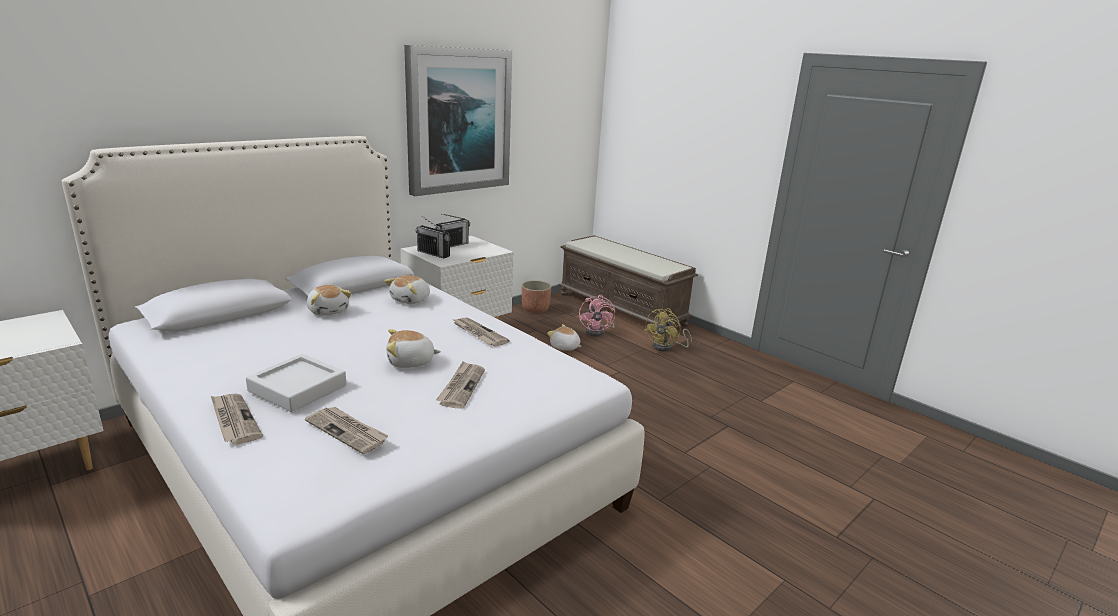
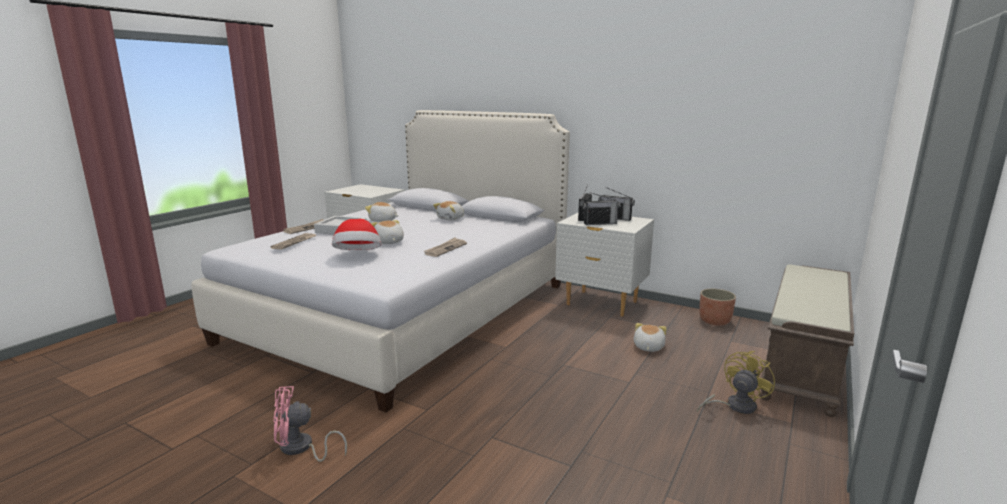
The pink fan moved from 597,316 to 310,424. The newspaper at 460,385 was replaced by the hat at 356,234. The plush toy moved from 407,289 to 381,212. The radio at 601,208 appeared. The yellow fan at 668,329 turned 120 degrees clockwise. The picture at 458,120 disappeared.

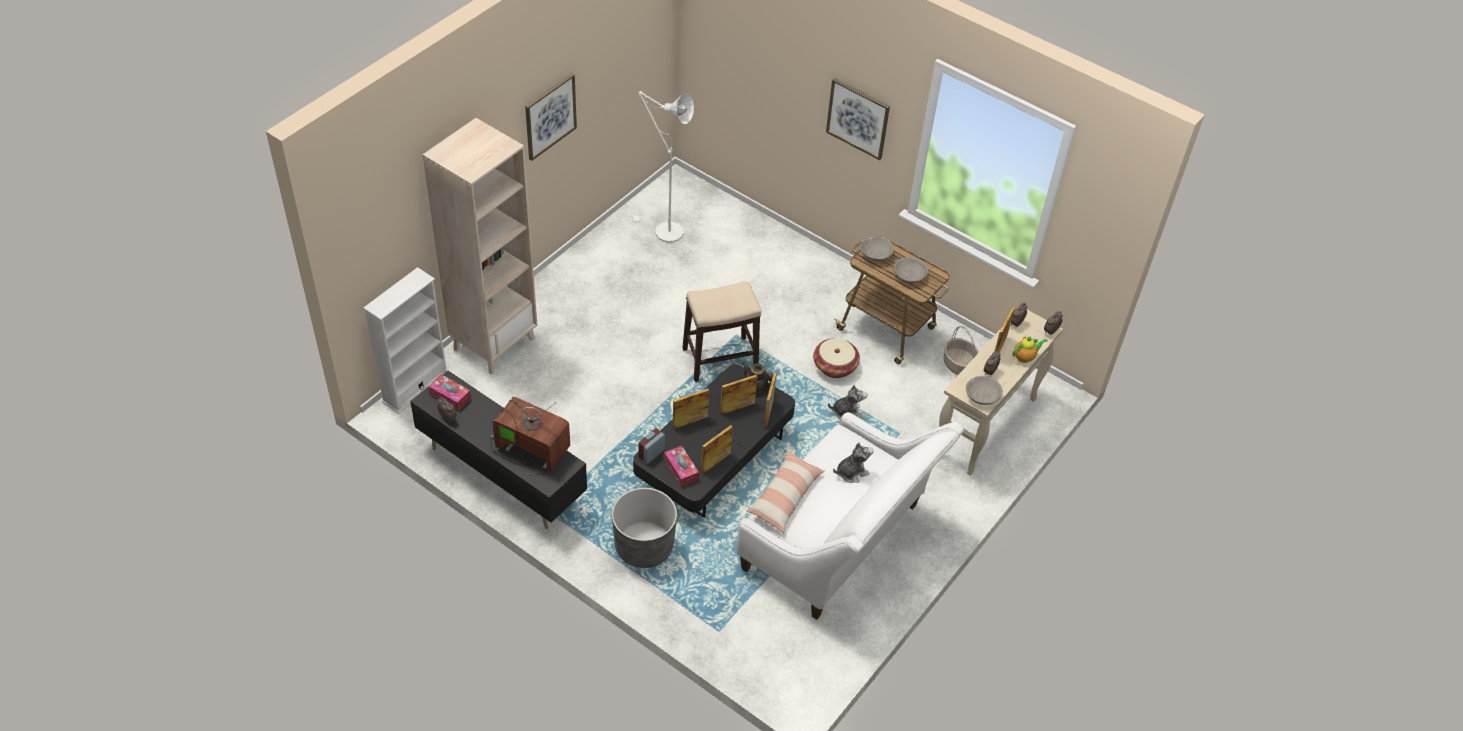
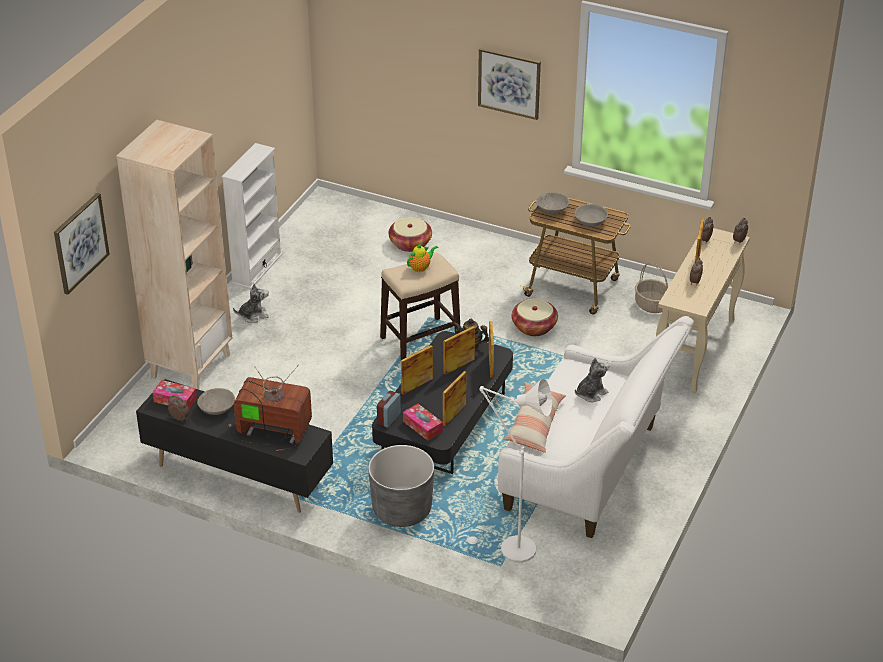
The picture moved from 551,117 to 82,244. The grey bowl moved from 984,390 to 216,401. The white bookcase moved from 405,340 to 252,216. The plush toy moved from 847,402 to 251,303. The basket at 410,234 appeared. The teapot moved from 1030,349 to 422,258. The white floor lamp moved from 661,167 to 509,471.

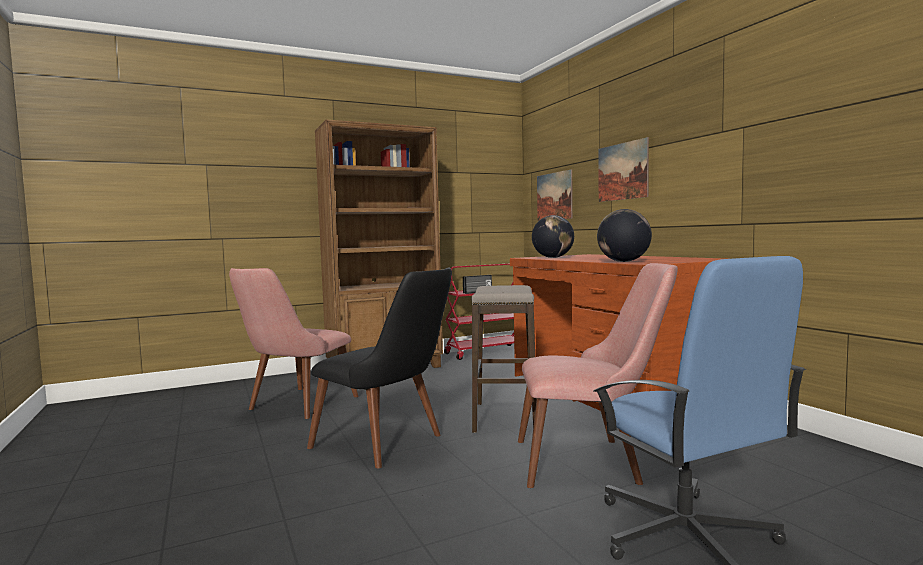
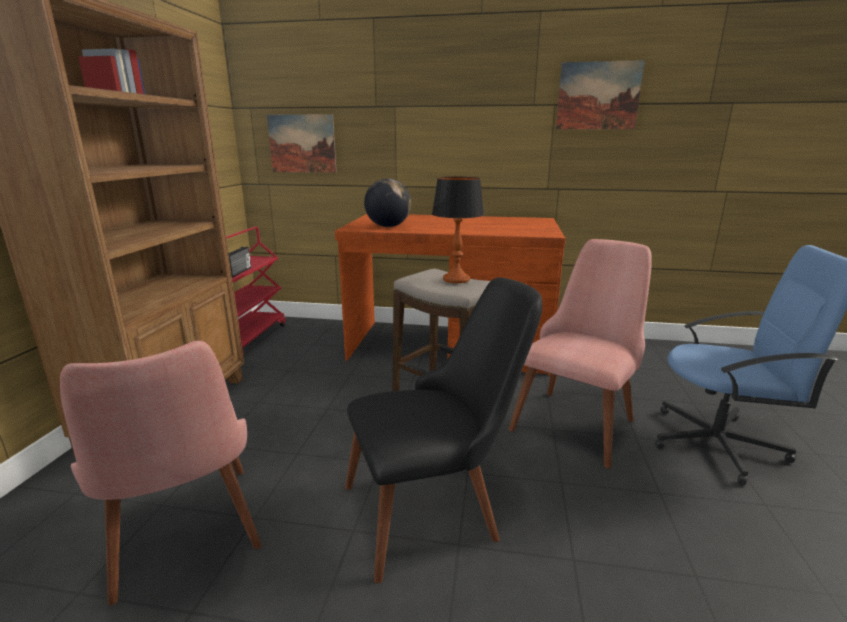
The table lamp at 458,230 appeared. The picture moved from 623,169 to 600,94. The globe at 624,235 disappeared.

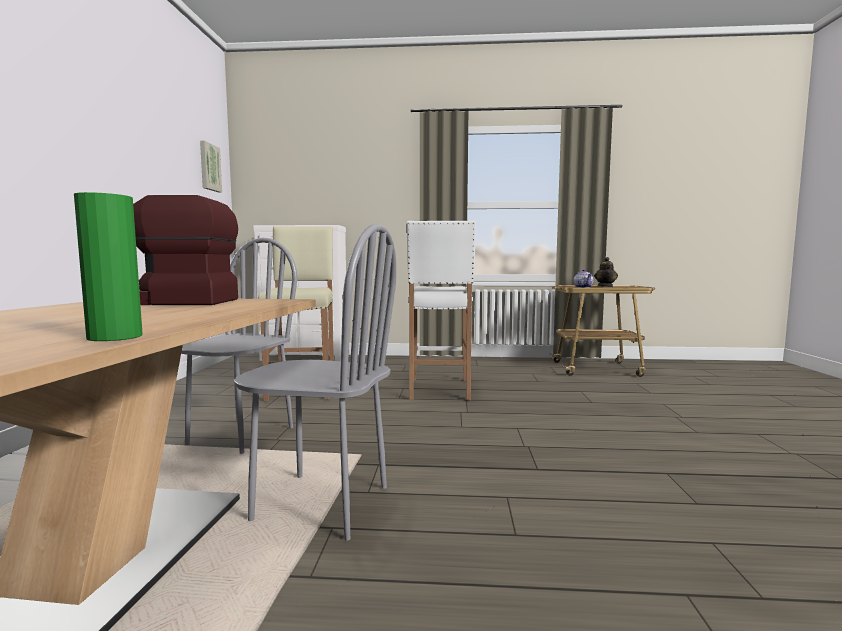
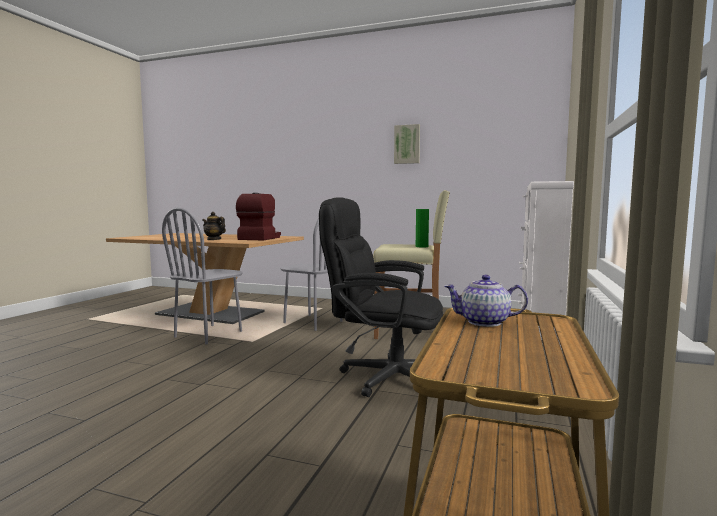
The teapot moved from 606,272 to 214,226. The white stool at 441,310 was replaced by the black office chair at 384,297. The picture moved from 211,166 to 407,144. The green vase moved from 108,266 to 422,228.

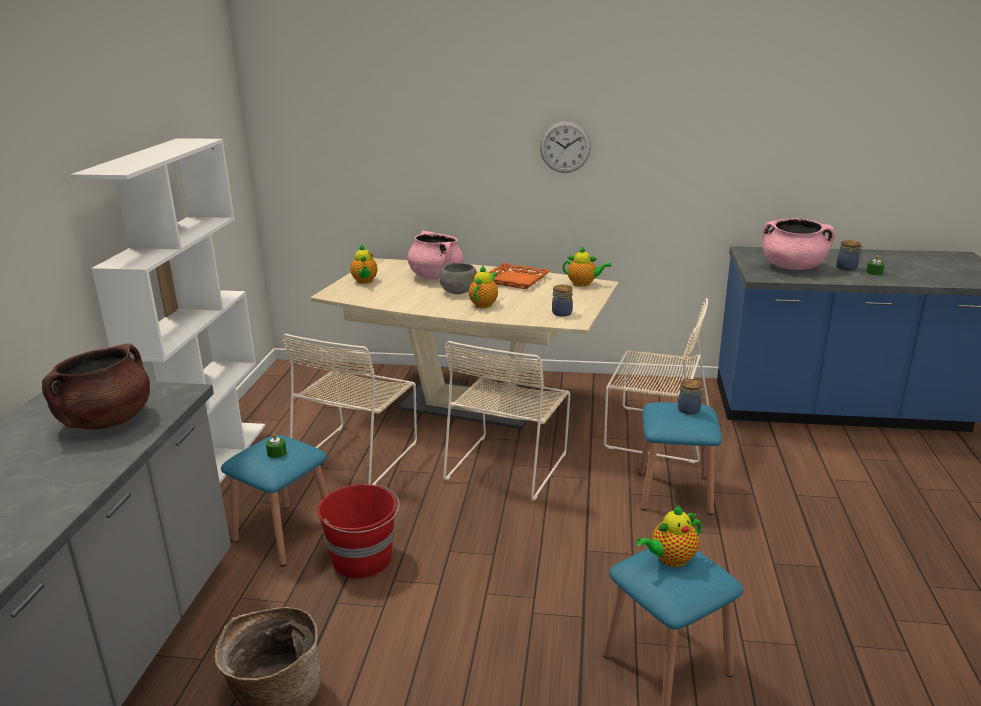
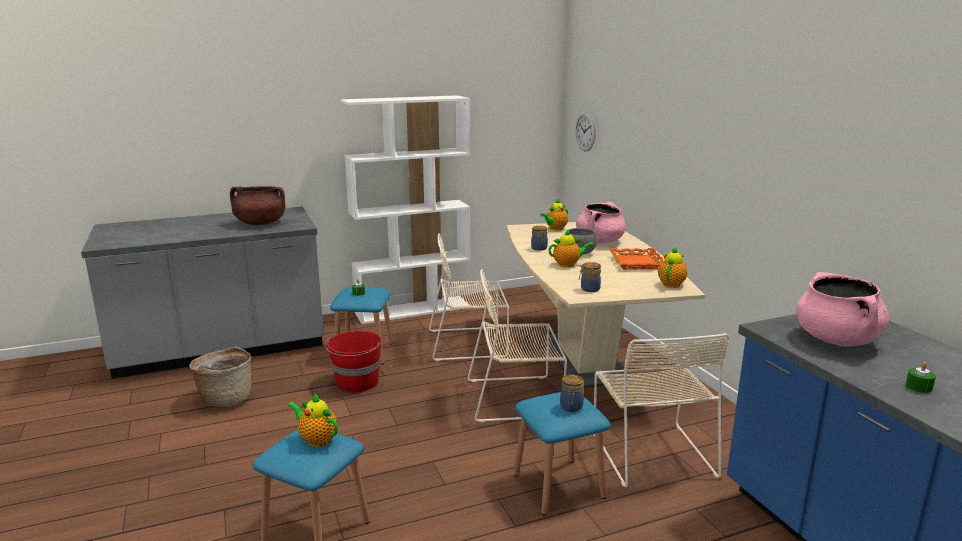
The jar moved from 850,255 to 539,238. The wall clock moved from 565,147 to 585,132. The teapot at 587,266 turned 135 degrees counterclockwise.

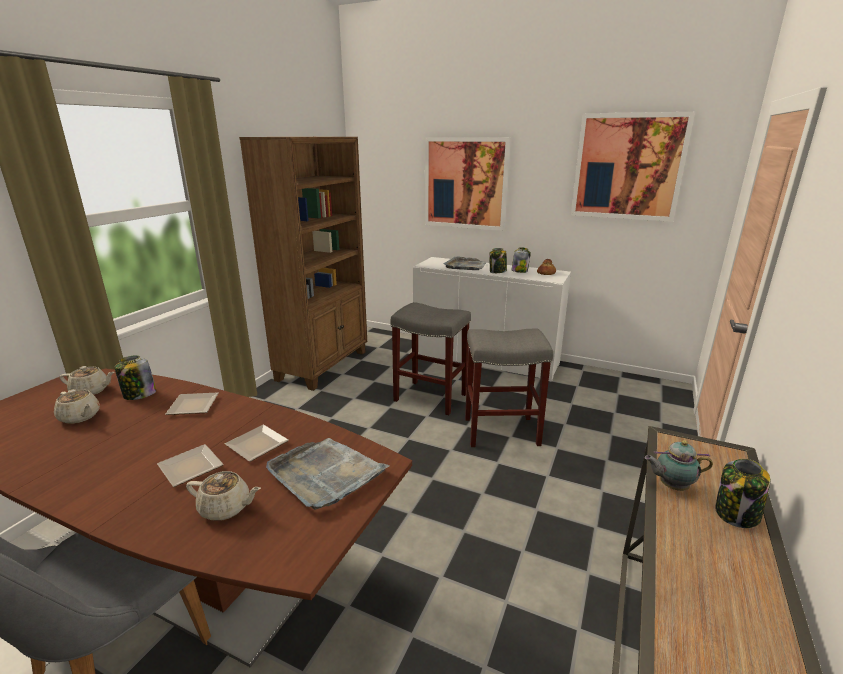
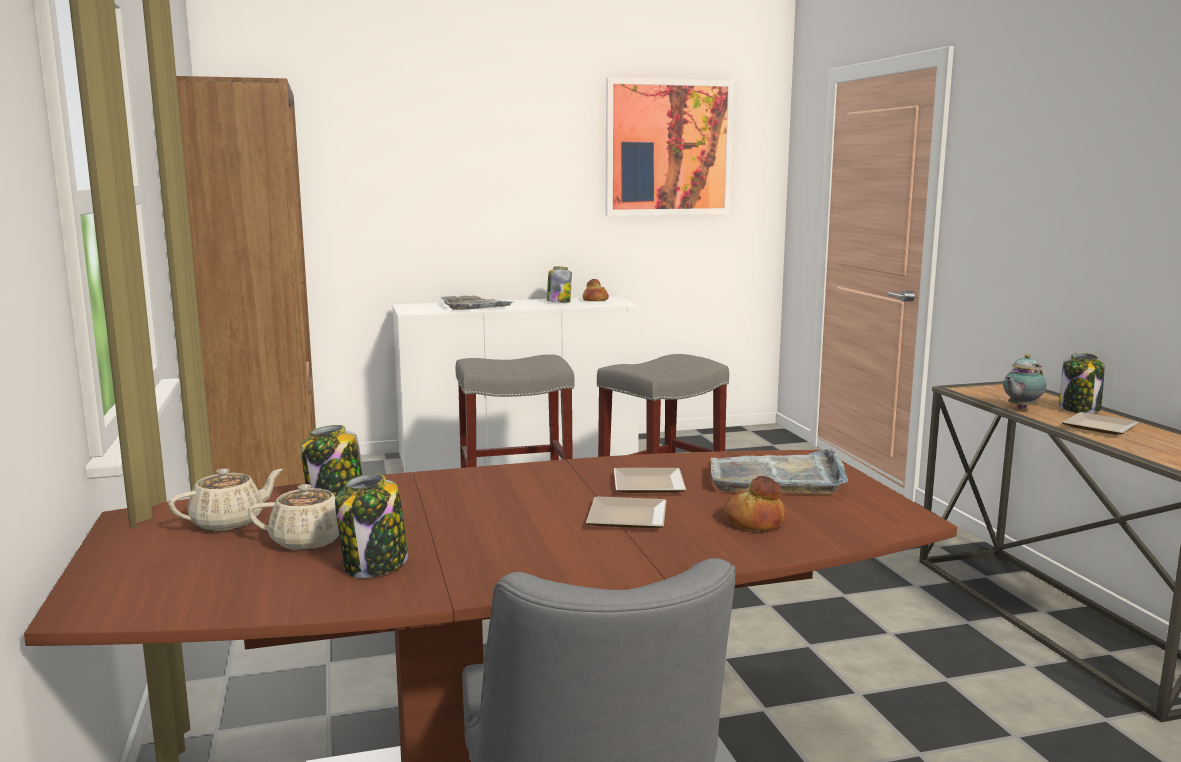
The jar moved from 498,260 to 371,525. The beige teapot at 223,496 was replaced by the bread at 755,503. The plate moved from 191,403 to 1101,423. The picture at 468,184 disappeared.

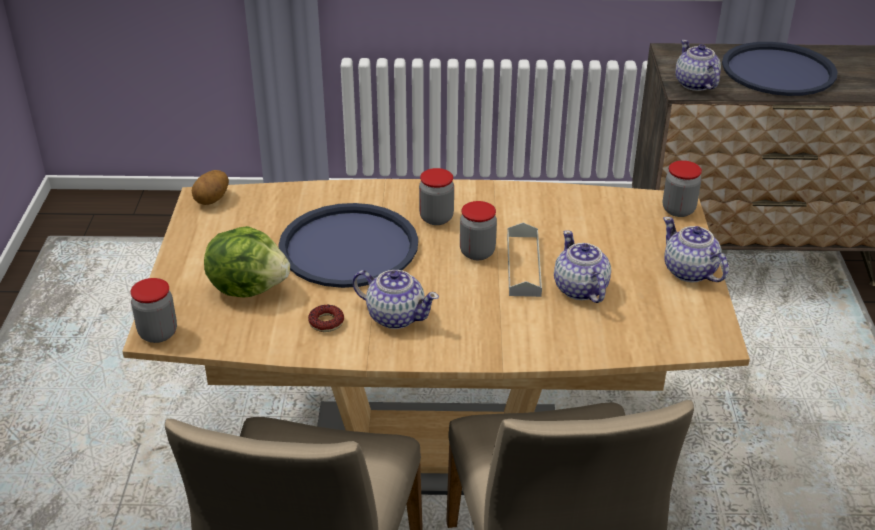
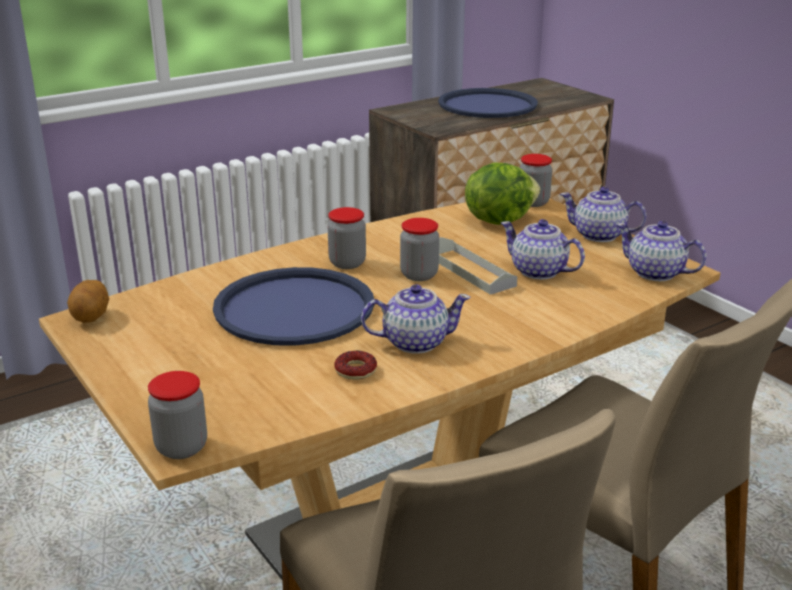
The lettuce moved from 247,262 to 502,193. The teapot moved from 698,65 to 661,251.

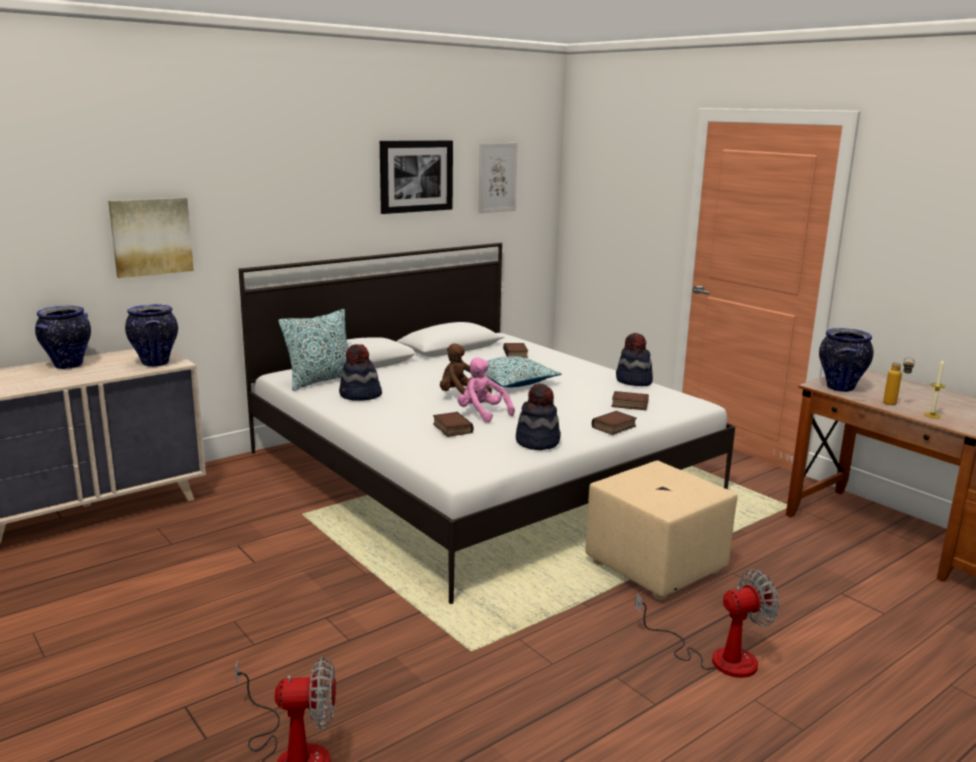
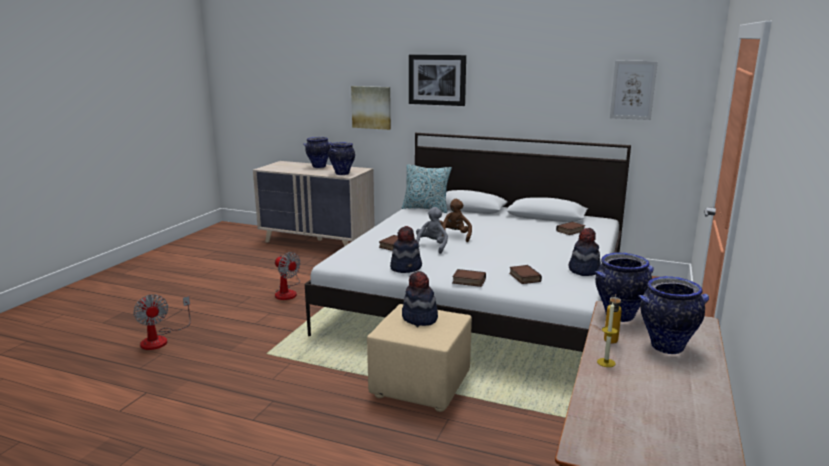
The fan moved from 707,623 to 288,276. The hat moved from 360,372 to 420,298. The picture moved from 416,177 to 437,80. The pink plush toy at 486,390 became the grey plush toy at 432,230. The vase at 673,315 appeared. The pillow at 513,371 disappeared.

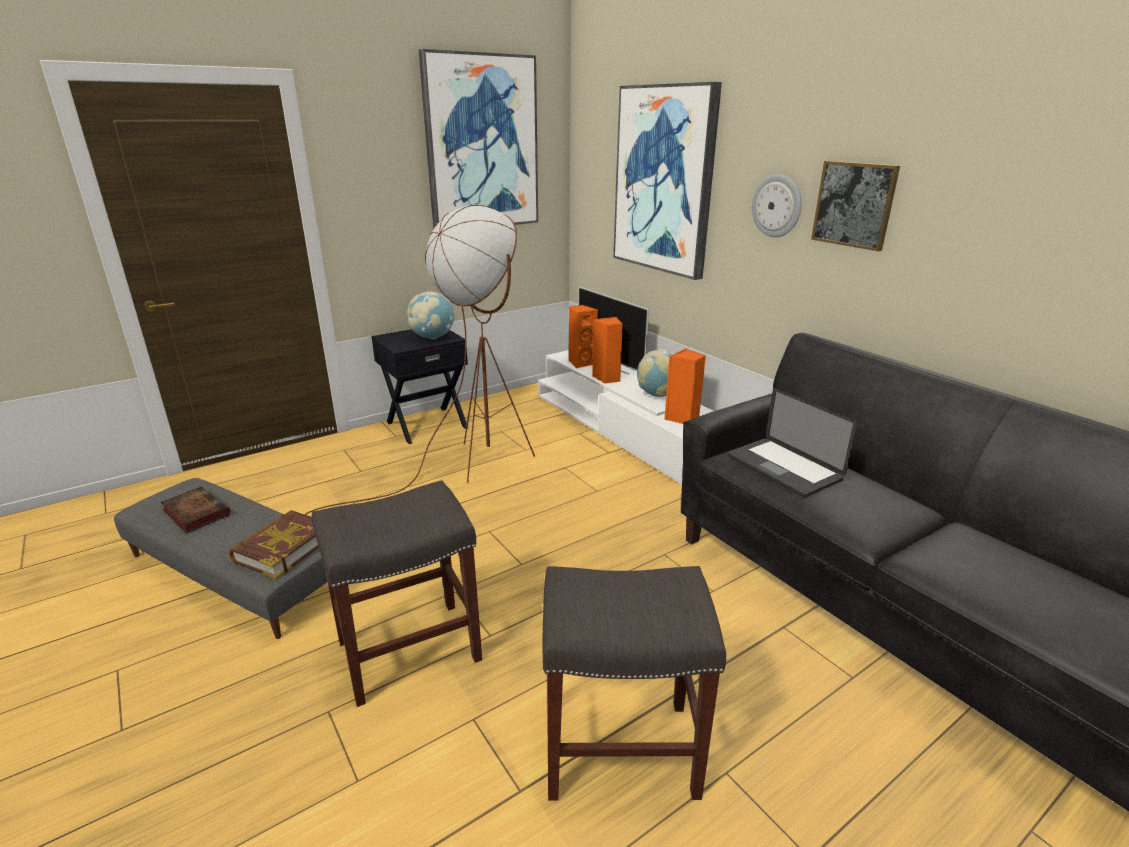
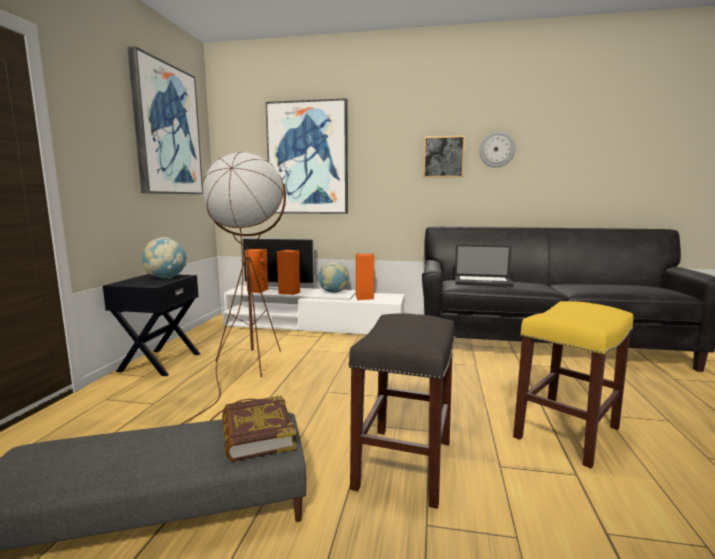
The wall clock moved from 776,205 to 497,149. The grey stool at 634,683 became the yellow stool at 573,384. The book at 195,509 disappeared.

